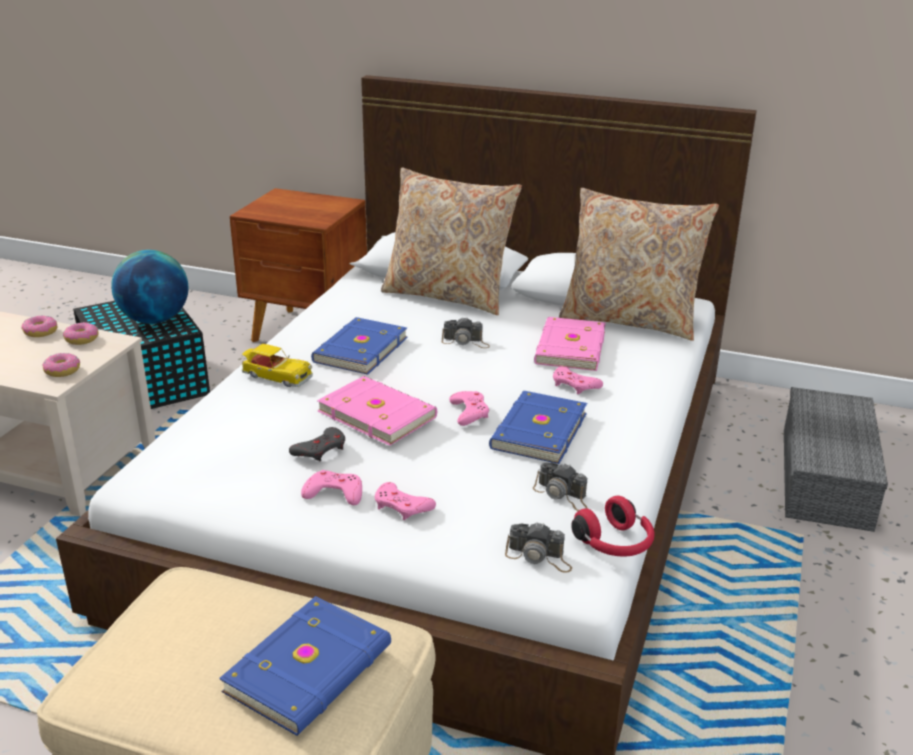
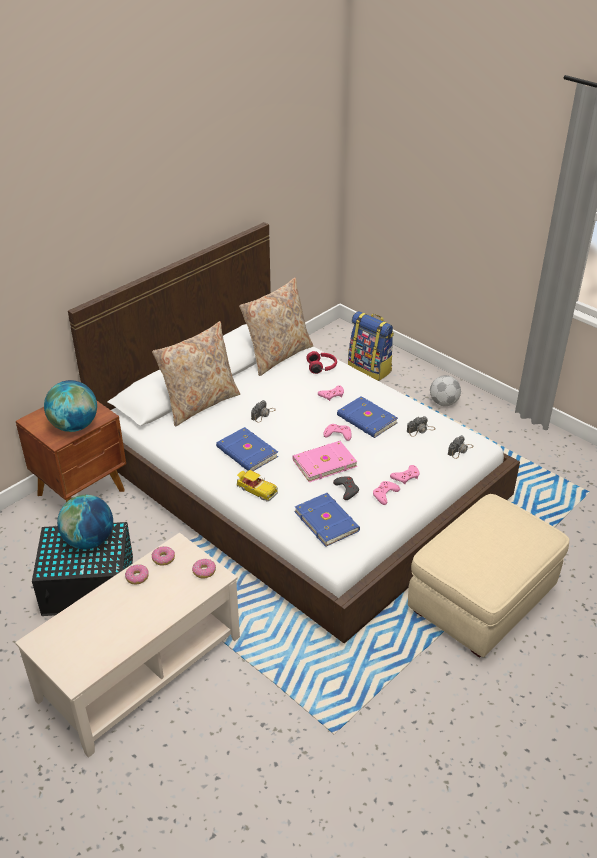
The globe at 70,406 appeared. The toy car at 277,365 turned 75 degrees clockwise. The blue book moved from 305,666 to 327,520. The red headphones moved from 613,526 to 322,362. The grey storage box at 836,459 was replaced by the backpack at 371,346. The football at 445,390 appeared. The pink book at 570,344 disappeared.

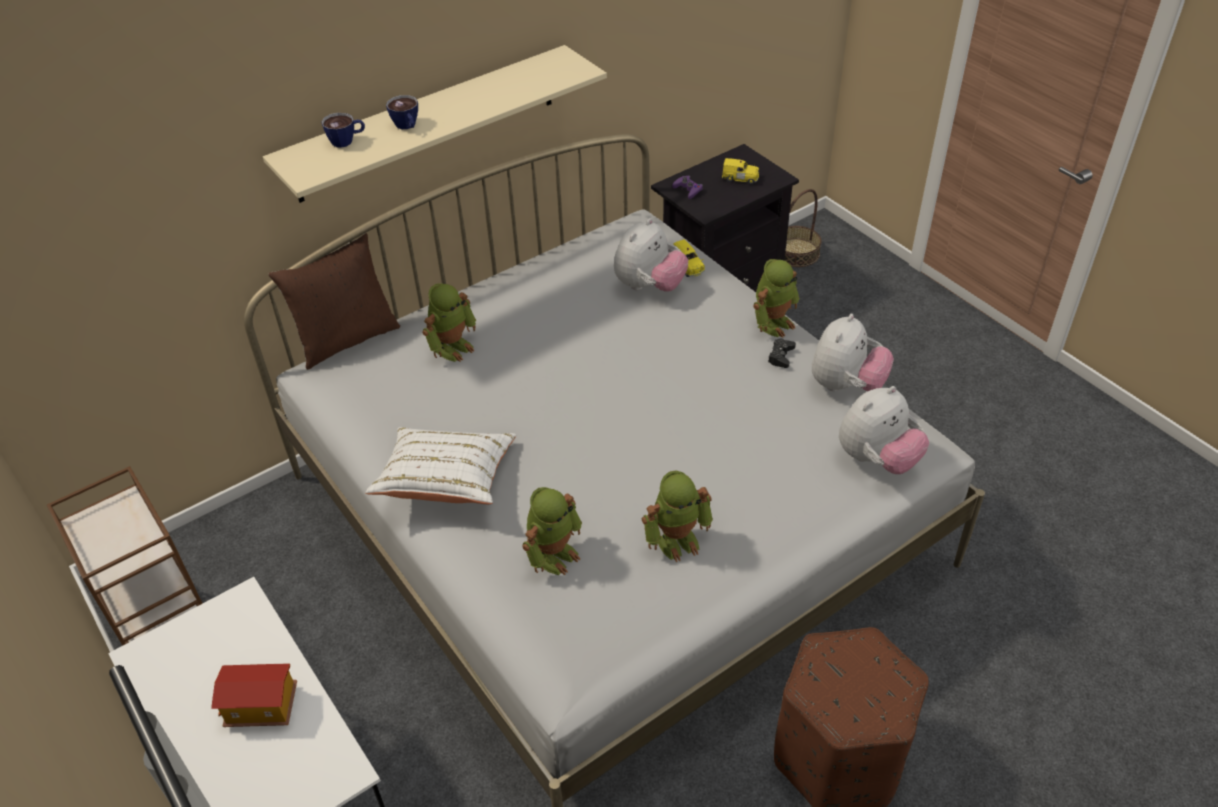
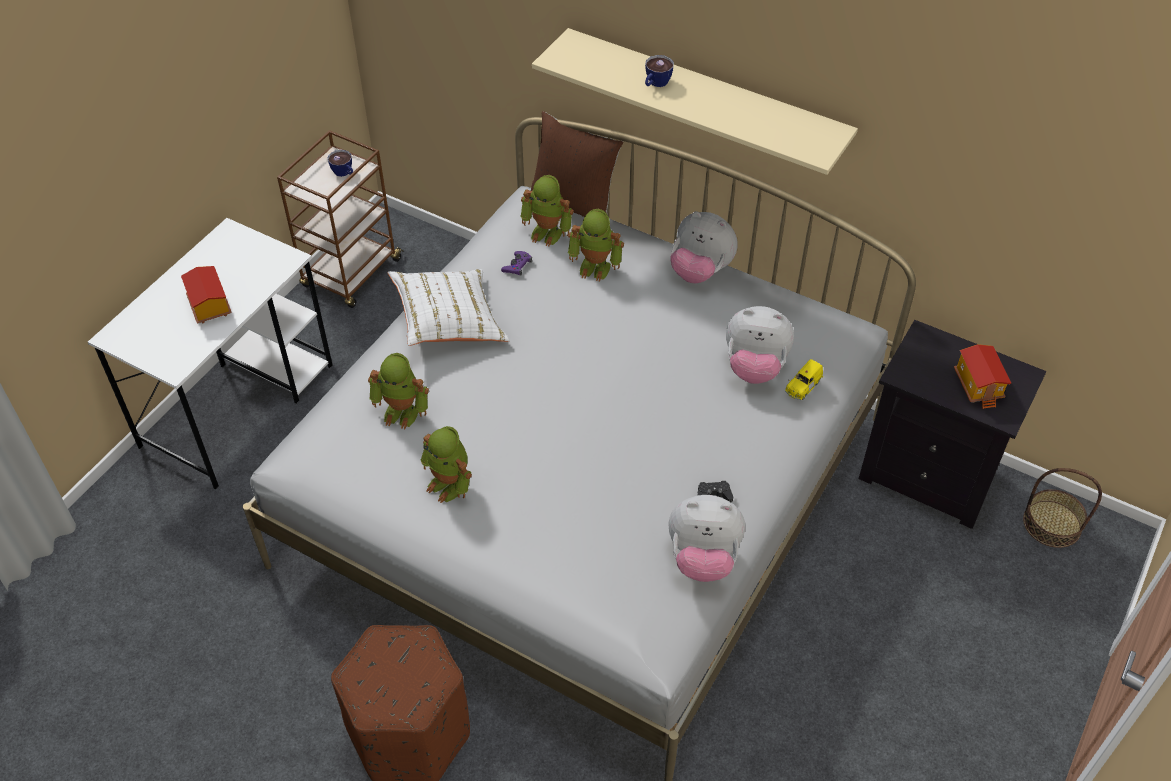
The cup moved from 343,130 to 340,163. The purple game controller moved from 687,187 to 516,263. The toy robot moved from 776,298 to 547,211. The plush toy moved from 884,430 to 703,247. The yellow toy car at 740,171 was replaced by the toy house at 982,376.

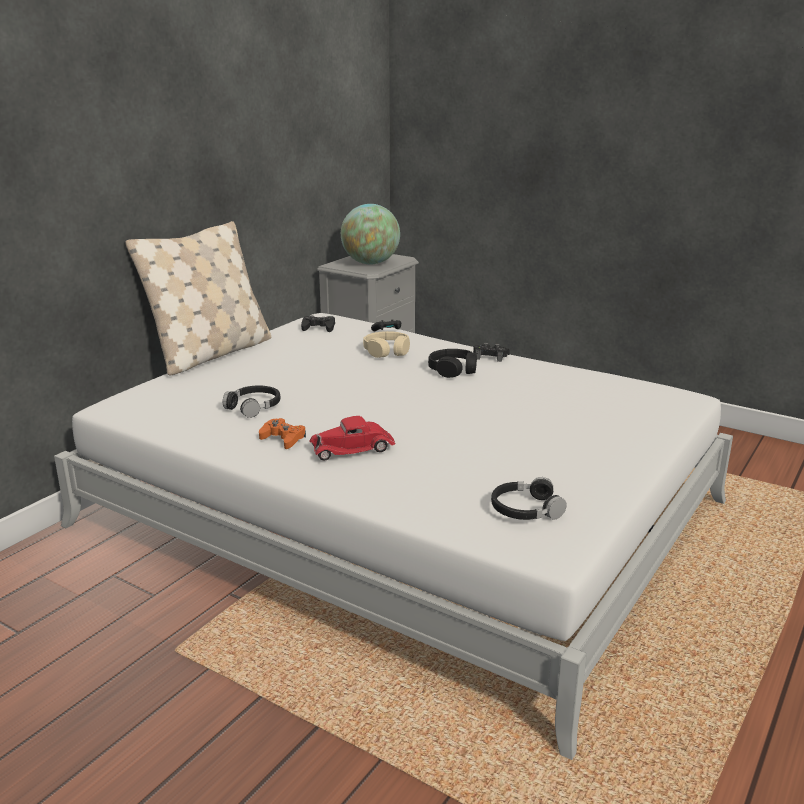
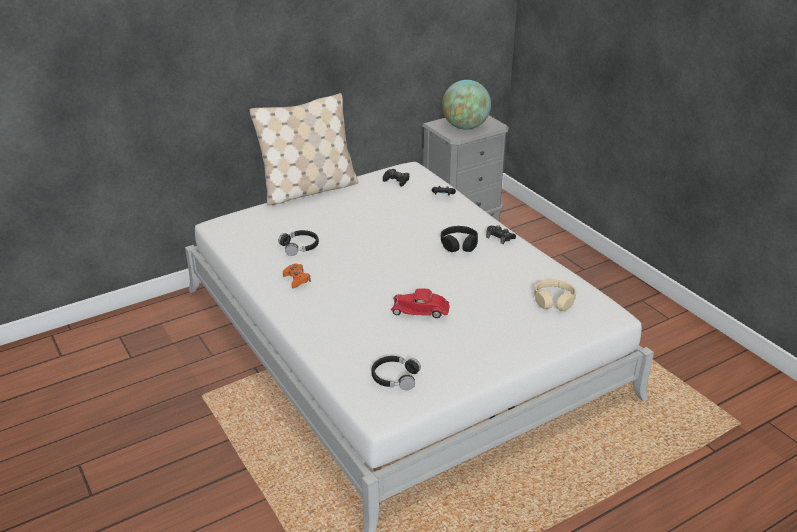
The red toy car moved from 352,438 to 420,303. The beige headphones moved from 386,344 to 555,295.

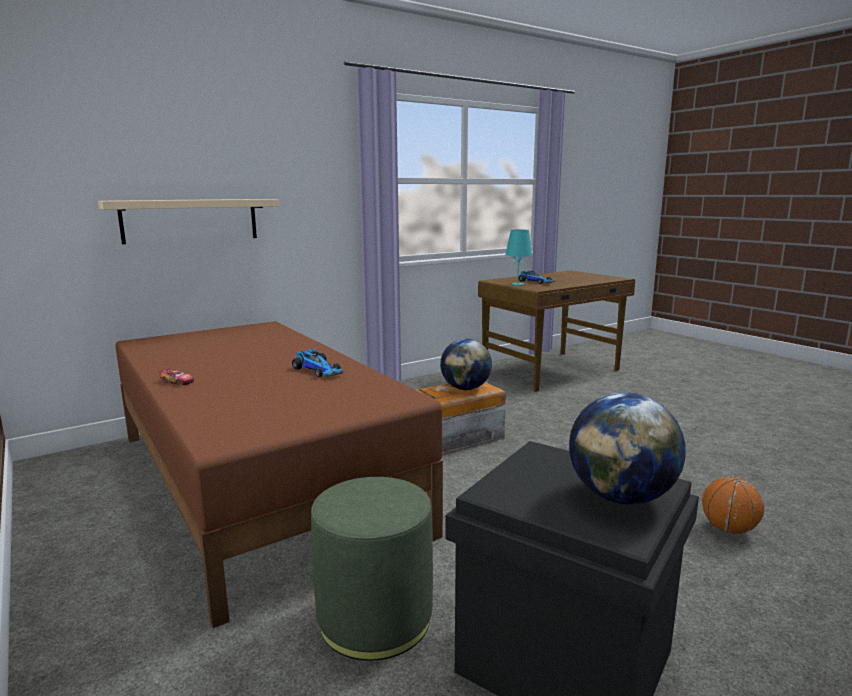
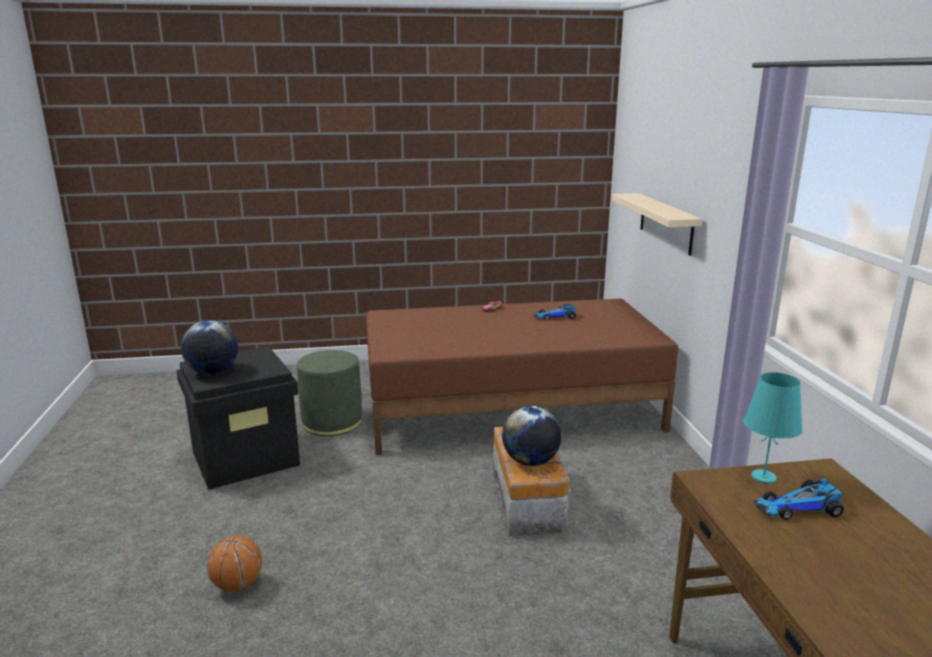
The toy car moved from 317,363 to 554,311.

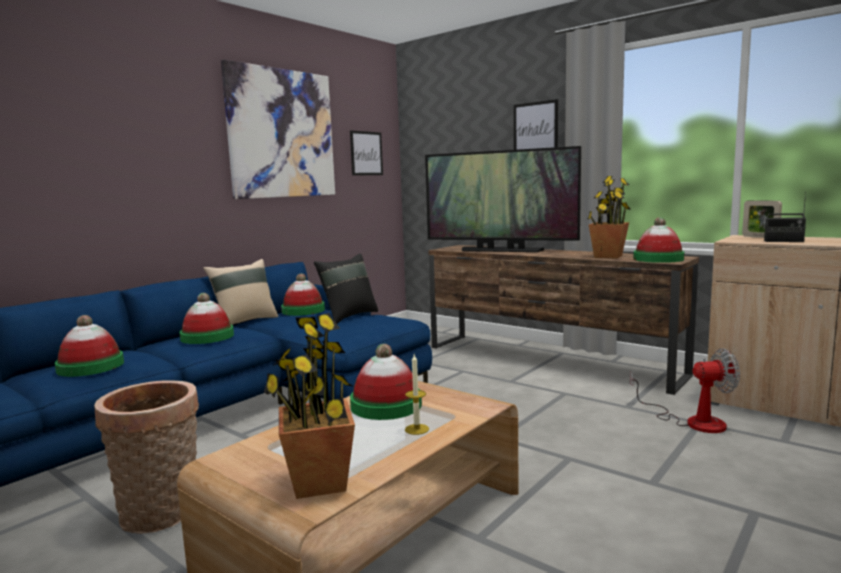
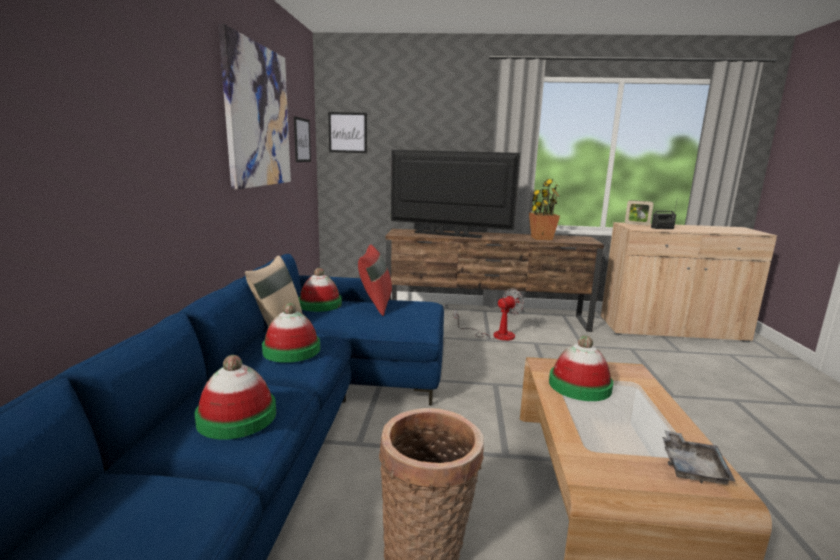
The picture moved from 536,124 to 347,132. The black pillow at 346,289 became the red pillow at 375,280. The television at 503,199 turned 150 degrees counterclockwise. The fan moved from 685,390 to 489,314. The potted plant at 309,406 was replaced by the grey tray at 699,457. The candle at 417,394 disappeared. The hat at 659,240 disappeared.

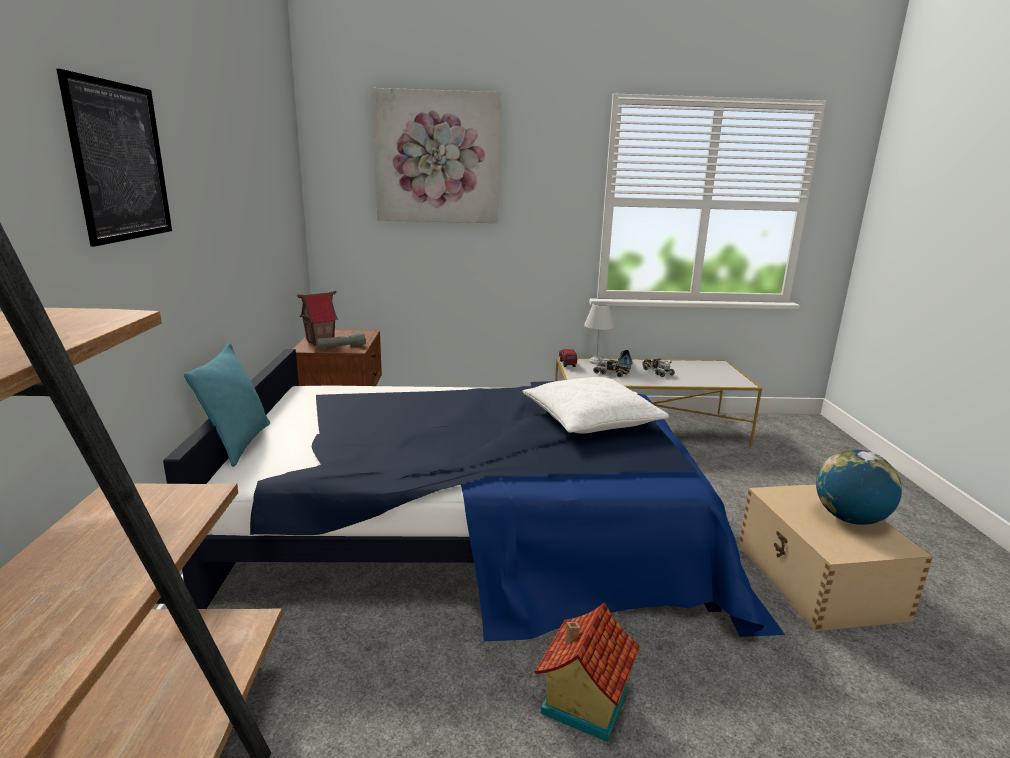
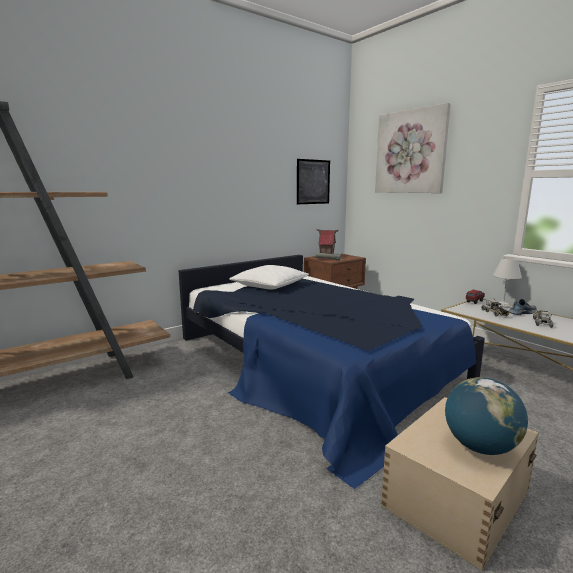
The white pillow moved from 595,405 to 269,277. The picture moved from 114,158 to 313,181. The turquoise pillow at 227,405 disappeared. The toy house at 587,672 disappeared.

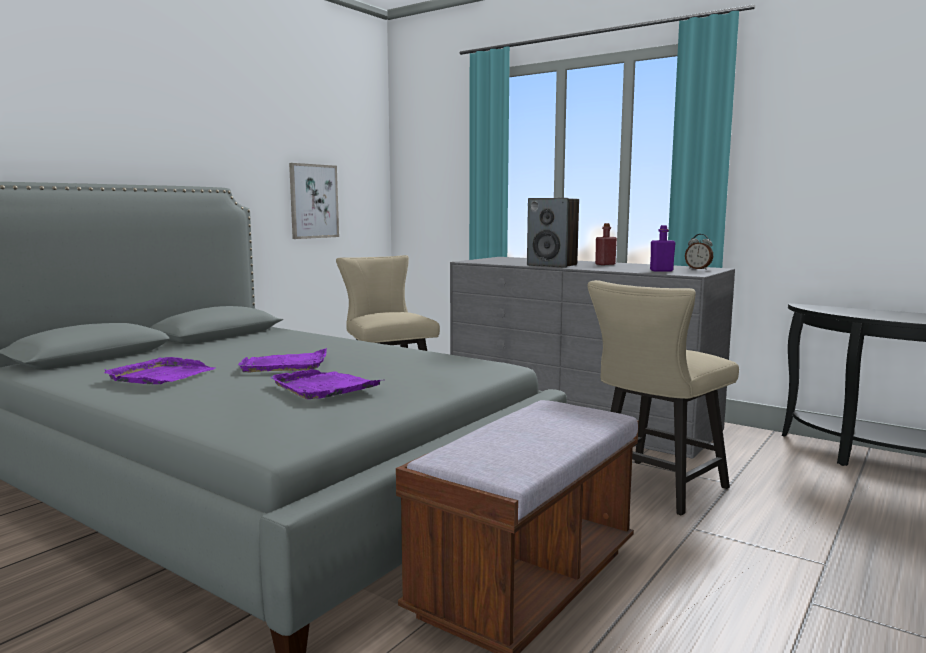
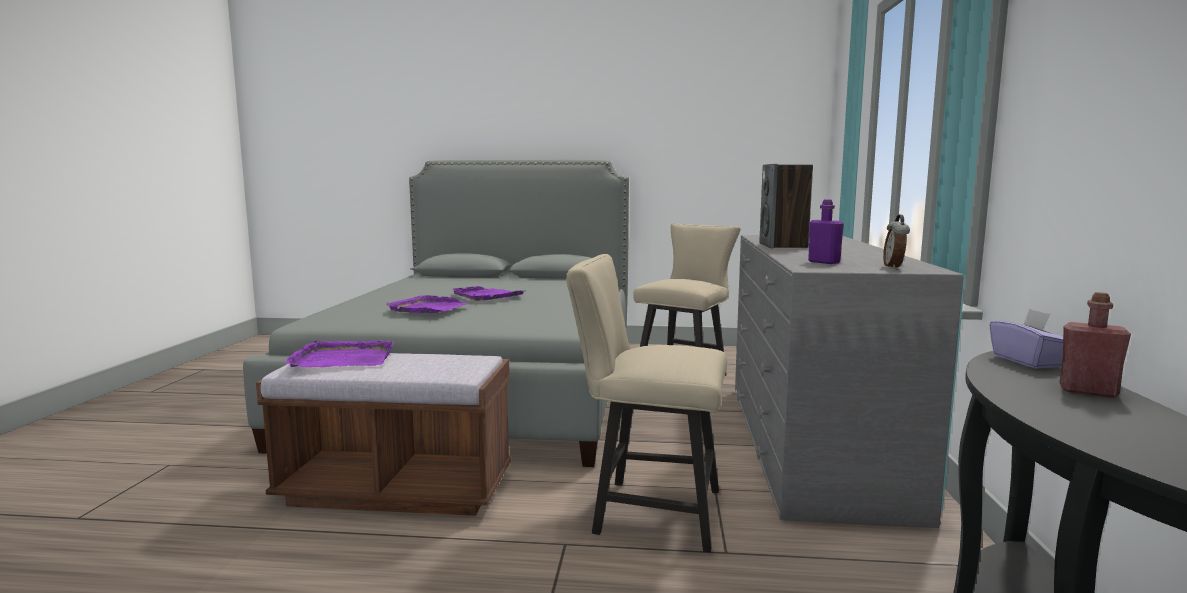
The purple tray moved from 159,370 to 339,353. The purple tissue box at 1026,338 appeared. The red bottle moved from 606,244 to 1095,345. The picture at 314,201 disappeared.

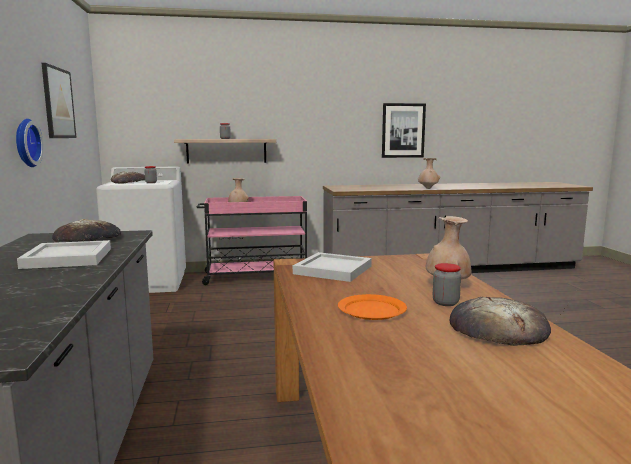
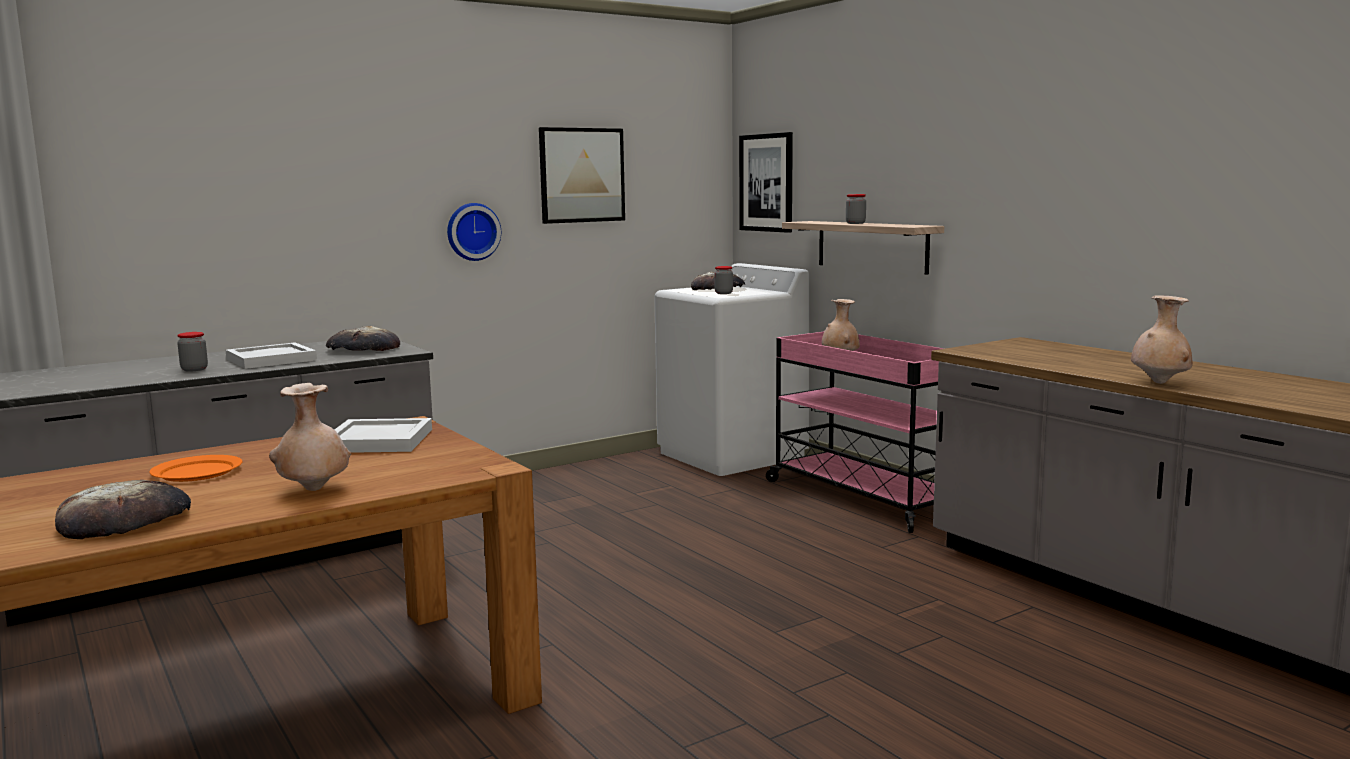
The jar moved from 447,284 to 192,352. The picture moved from 404,130 to 766,182.

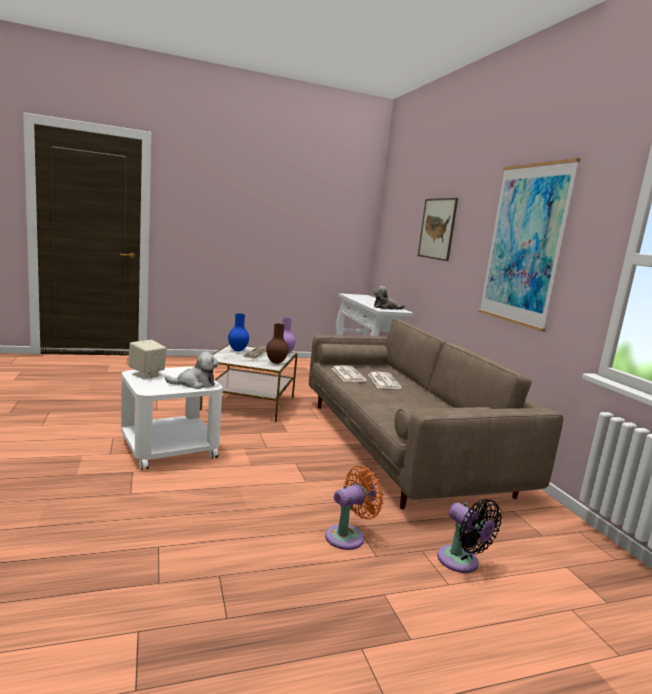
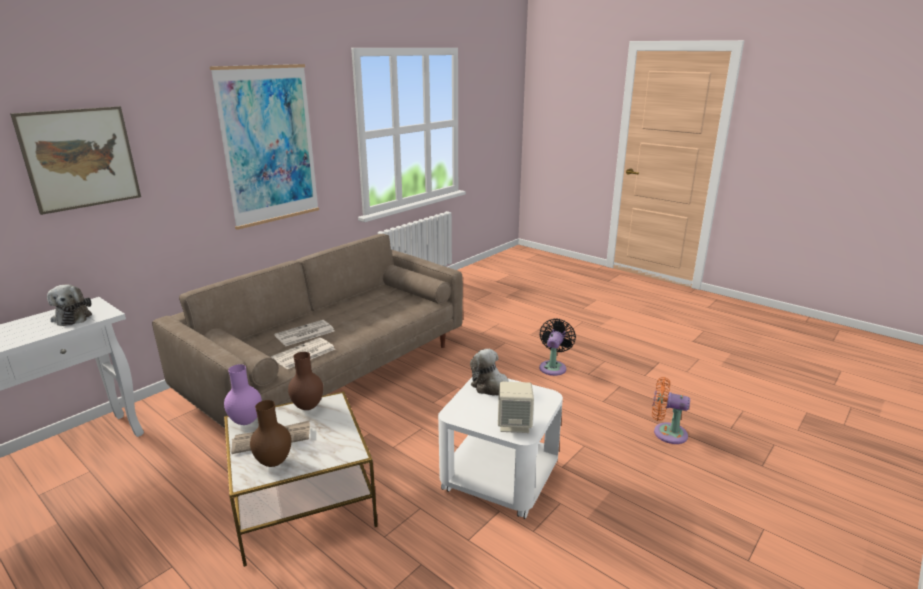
The blue vase at 238,332 became the brown vase at 270,433. The black fan moved from 469,536 to 557,347. The orange fan moved from 354,508 to 671,410.

